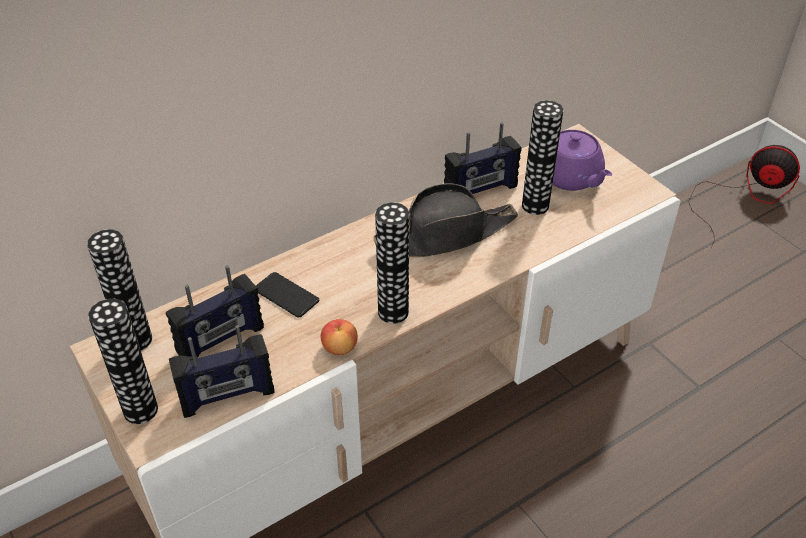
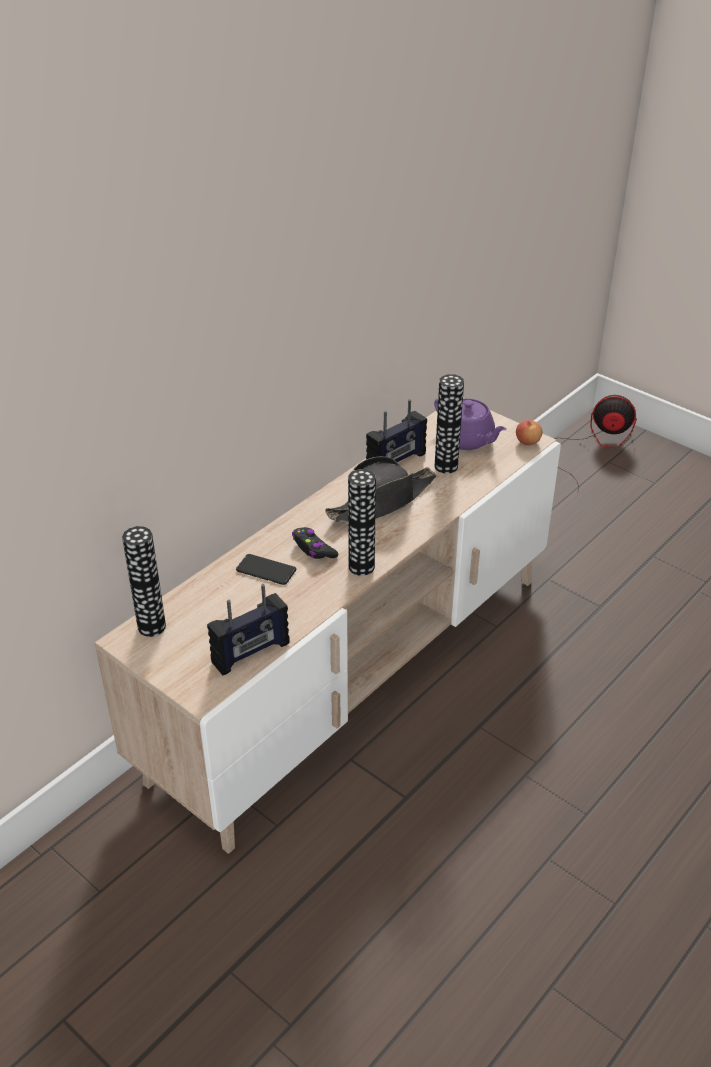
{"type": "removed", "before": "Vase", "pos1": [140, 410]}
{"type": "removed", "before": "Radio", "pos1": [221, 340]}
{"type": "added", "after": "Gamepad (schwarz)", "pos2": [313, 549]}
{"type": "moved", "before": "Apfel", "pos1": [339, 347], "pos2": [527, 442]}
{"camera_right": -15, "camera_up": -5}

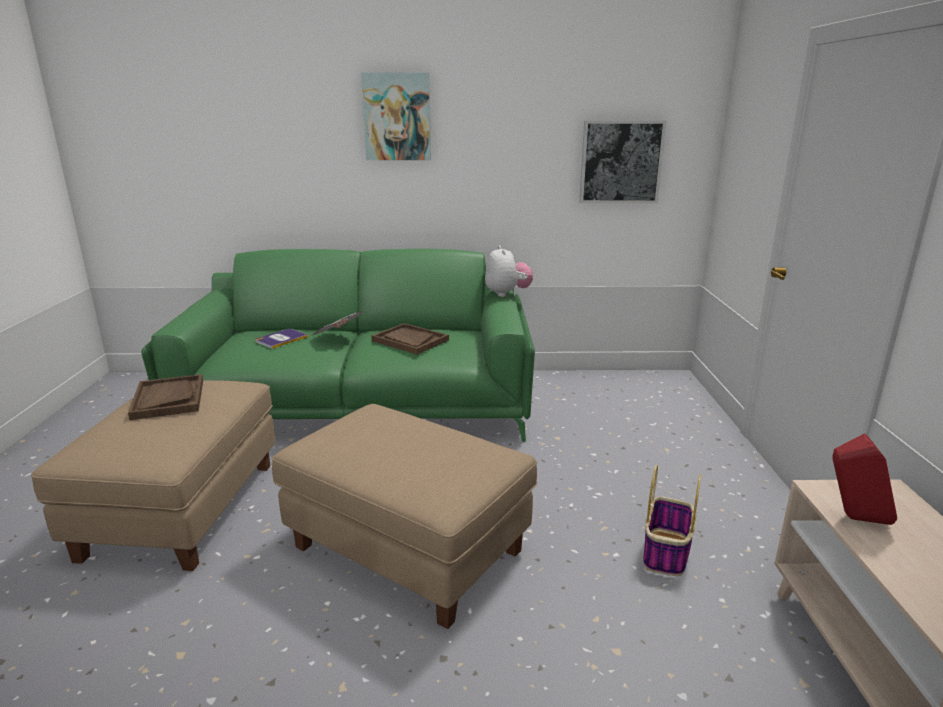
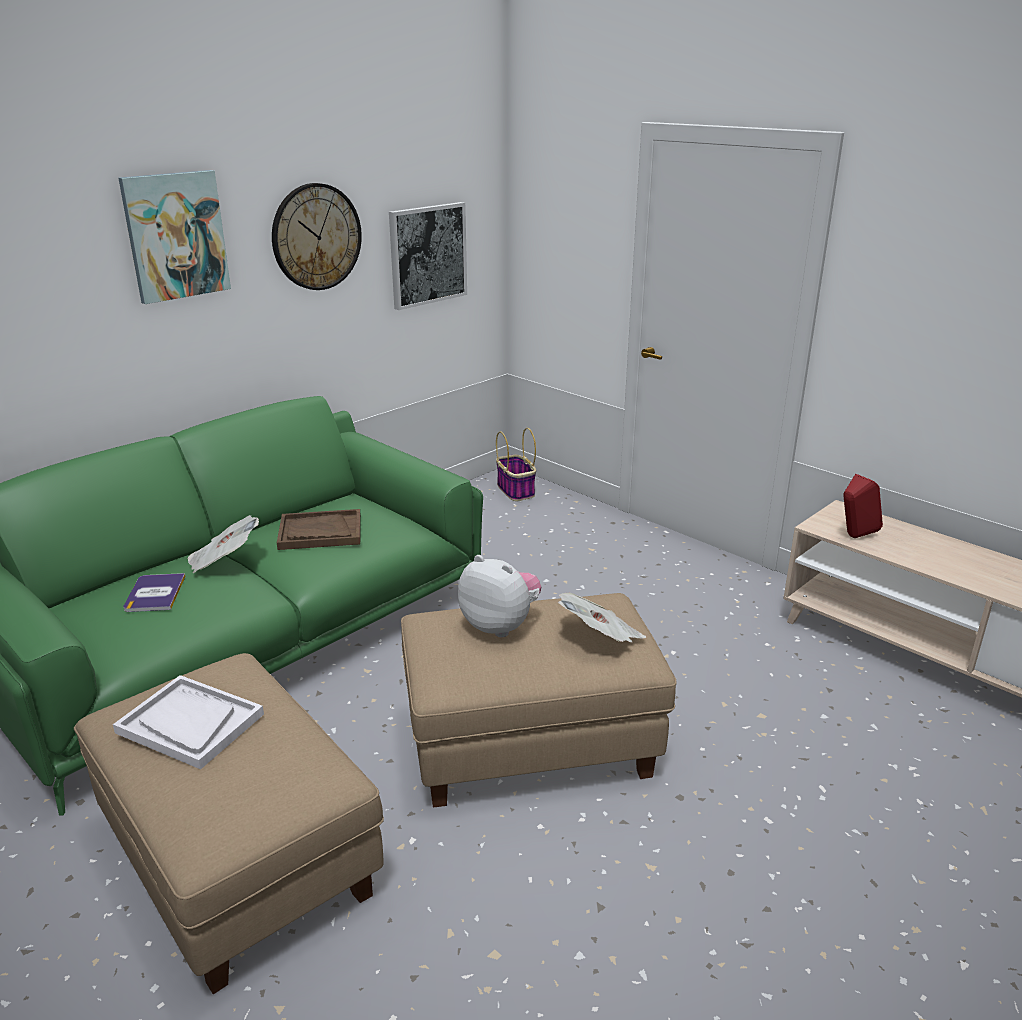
{"type": "added", "after": "Wanduhr", "pos2": [316, 237]}
{"type": "added", "after": "Zeitung", "pos2": [601, 638]}
{"type": "moved", "before": "Plüschtier", "pos1": [507, 294], "pos2": [500, 625]}
{"type": "moved", "before": "Korb", "pos1": [666, 553], "pos2": [516, 490]}
{"type": "recoloured", "before": "Tablett (braun)", "after": "Tablett (weiß)", "pos1": [168, 399], "pos2": [190, 723]}
{"camera_right": -45, "camera_up": 5}

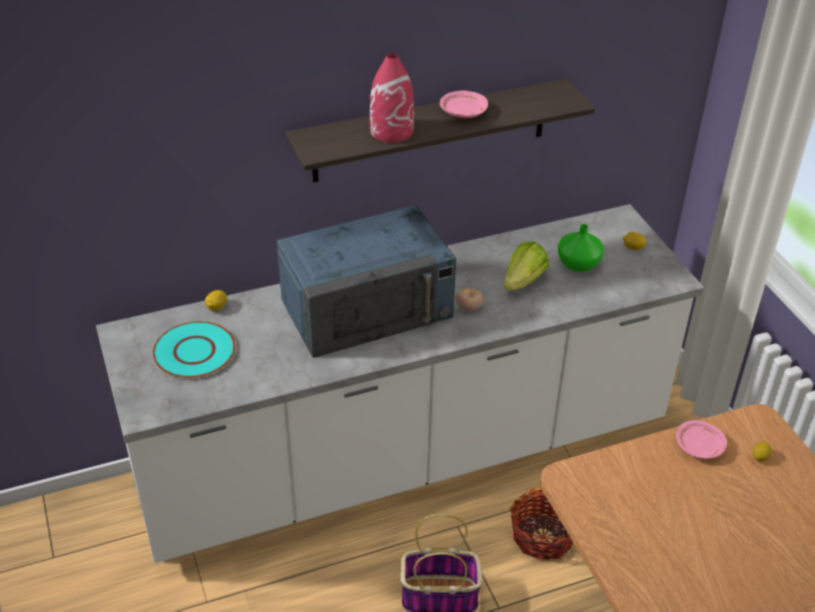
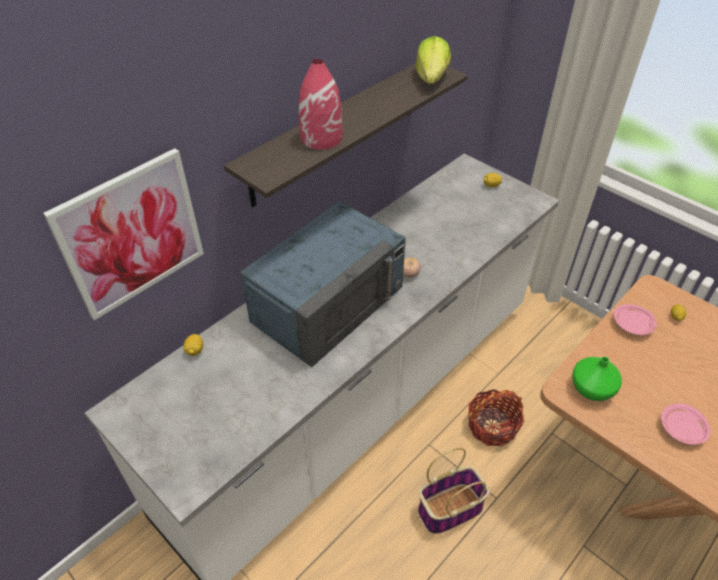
{"type": "removed", "before": "Teller (türkis)", "pos1": [194, 351]}
{"type": "added", "after": "Bild", "pos2": [131, 234]}
{"type": "moved", "before": "Teller (rosa)", "pos1": [463, 112], "pos2": [681, 429]}
{"type": "moved", "before": "Salatkopf", "pos1": [523, 281], "pos2": [431, 78]}
{"type": "moved", "before": "Vase (grün)", "pos1": [578, 264], "pos2": [591, 389]}
{"camera_right": -25, "camera_up": 5}

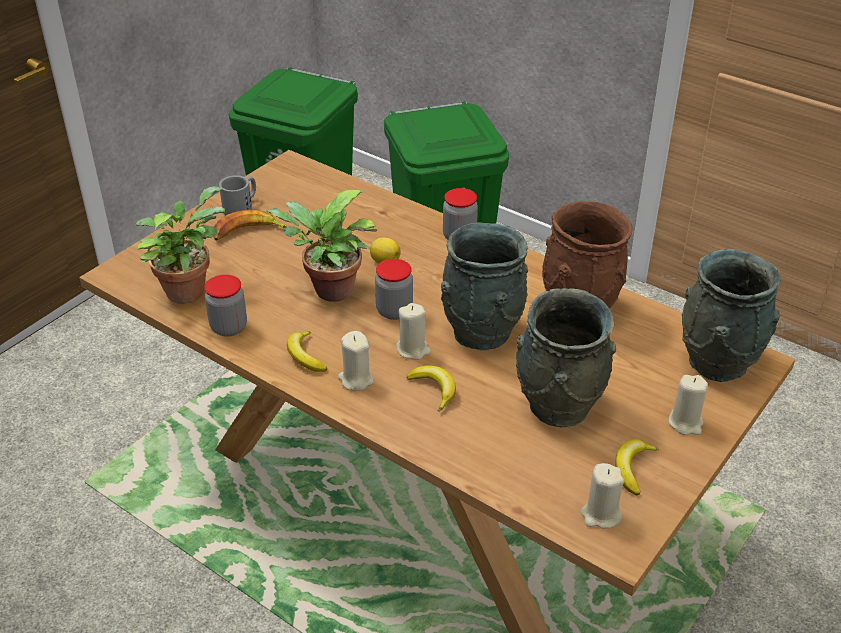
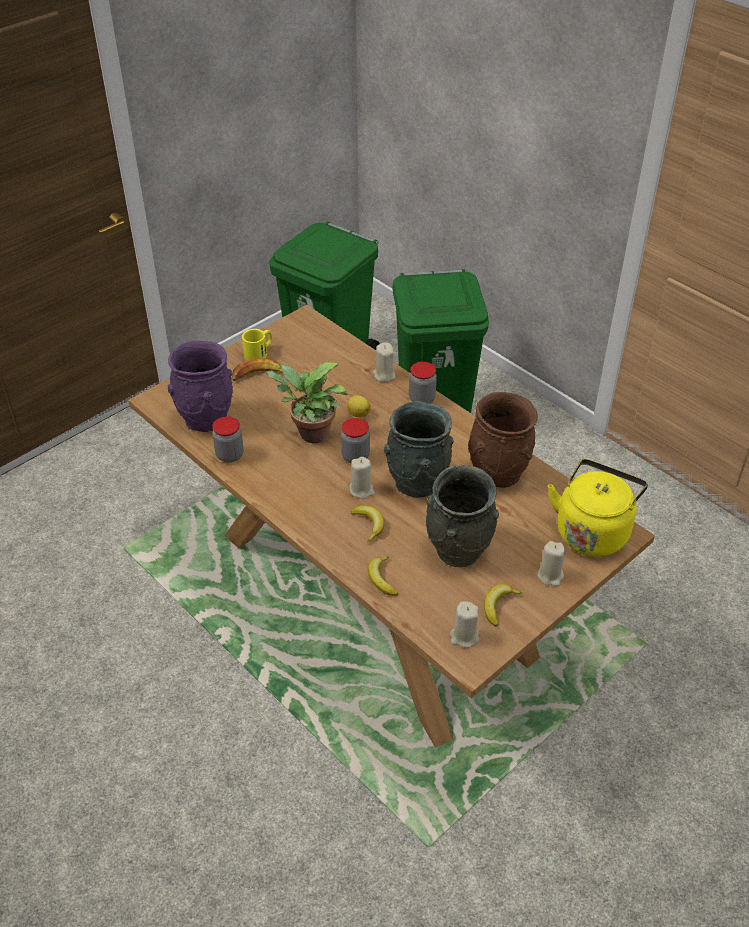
{"type": "moved", "before": "Banane", "pos1": [305, 356], "pos2": [381, 579]}
{"type": "moved", "before": "Kerze (beige)", "pos1": [356, 380], "pos2": [384, 375]}
{"type": "replaced", "before": "Topfpflanze", "after": "Vase (lila)", "pos1": [188, 289], "pos2": [205, 419]}
{"type": "replaced", "before": "Vase (grau)", "after": "Wasserkessel (gelb)", "pos1": [719, 363], "pos2": [592, 531]}
{"type": "recoloured", "before": "Henkelbecher (grau)", "after": "Henkelbecher (gelb)", "pos1": [242, 206], "pos2": [259, 353]}
{"camera_right": 10, "camera_up": 5}

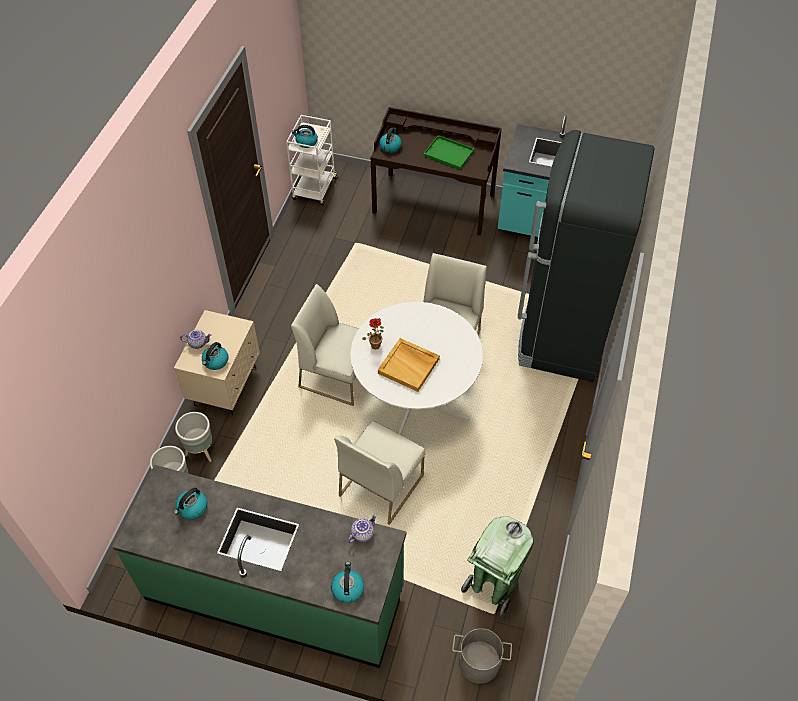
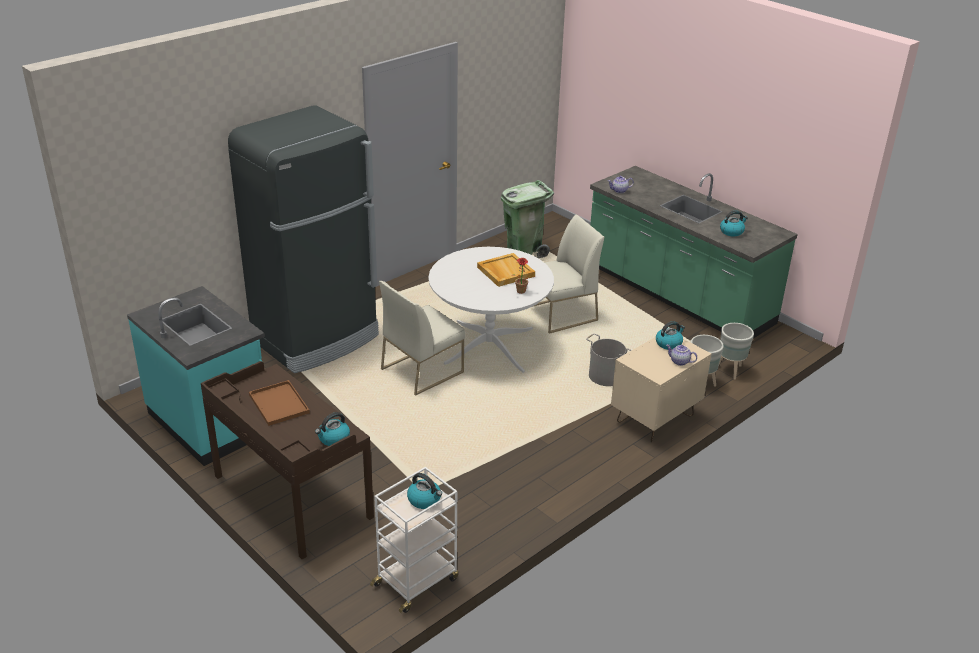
{"type": "removed", "before": "Stuhl (weiß)", "pos1": [338, 375]}
{"type": "removed", "before": "Wasserkessel", "pos1": [347, 588]}
{"type": "moved", "before": "Eimer (grau)", "pos1": [479, 662], "pos2": [605, 376]}
{"type": "recoloured", "before": "Tablett (grün)", "after": "Tablett (braun)", "pos1": [447, 153], "pos2": [280, 404]}
{"camera_right": -150, "camera_up": -20}

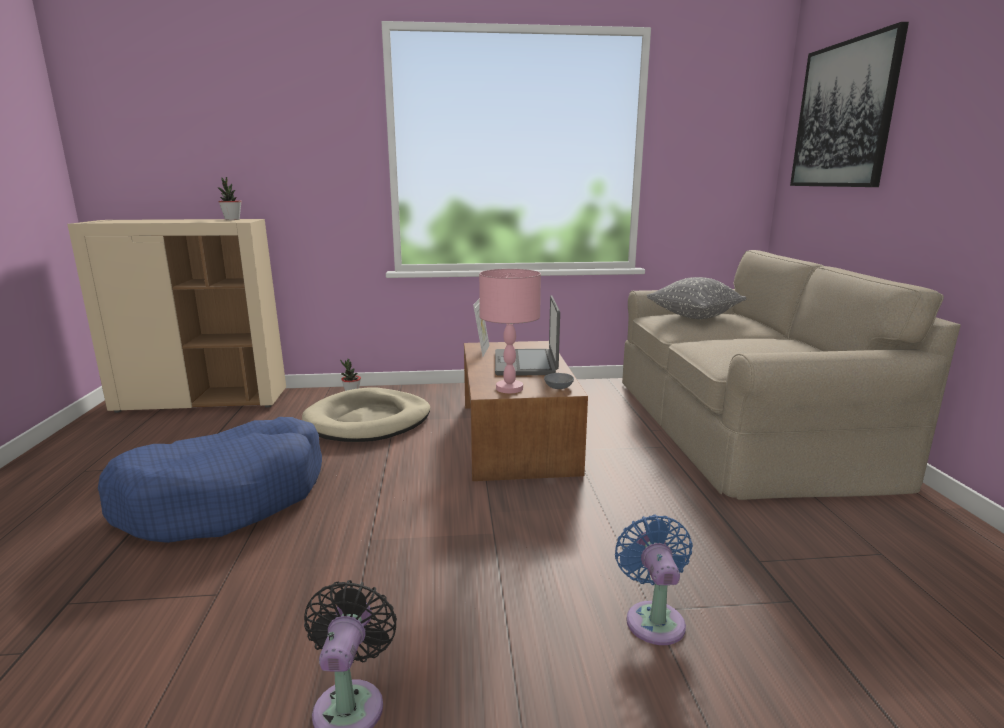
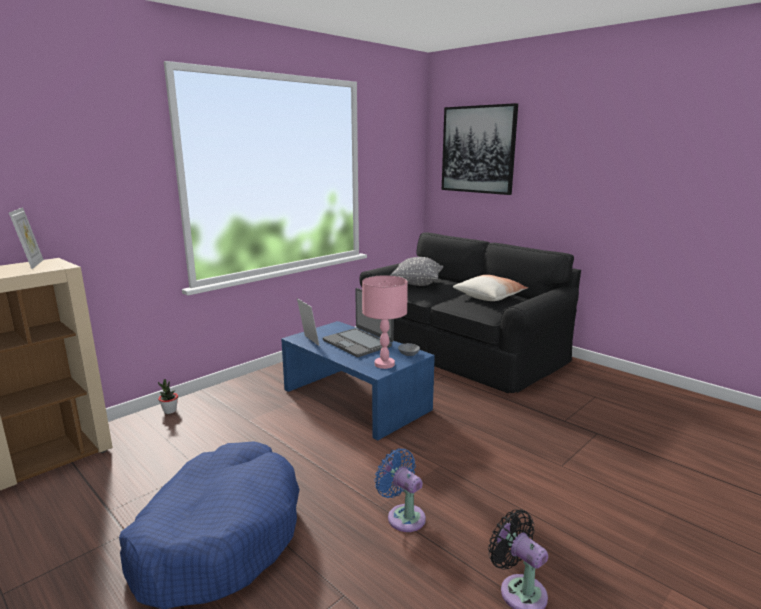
{"type": "removed", "before": "Hundebett (beige)", "pos1": [368, 420]}
{"type": "added", "after": "Kissen", "pos2": [489, 297]}
{"type": "moved", "before": "Ventilator (blau)", "pos1": [653, 618], "pos2": [403, 516]}
{"type": "replaced", "before": "Topfpflanze", "after": "Bilderrahmen", "pos1": [232, 219], "pos2": [32, 264]}
{"type": "recoloured", "before": "Couchtisch (braun)", "after": "Couchtisch (blau)", "pos1": [517, 436], "pos2": [356, 399]}
{"type": "recoloured", "before": "Sofa (beige)", "after": "Sofa (schwarz)", "pos1": [740, 426], "pos2": [461, 349]}
{"camera_right": -40, "camera_up": 0}

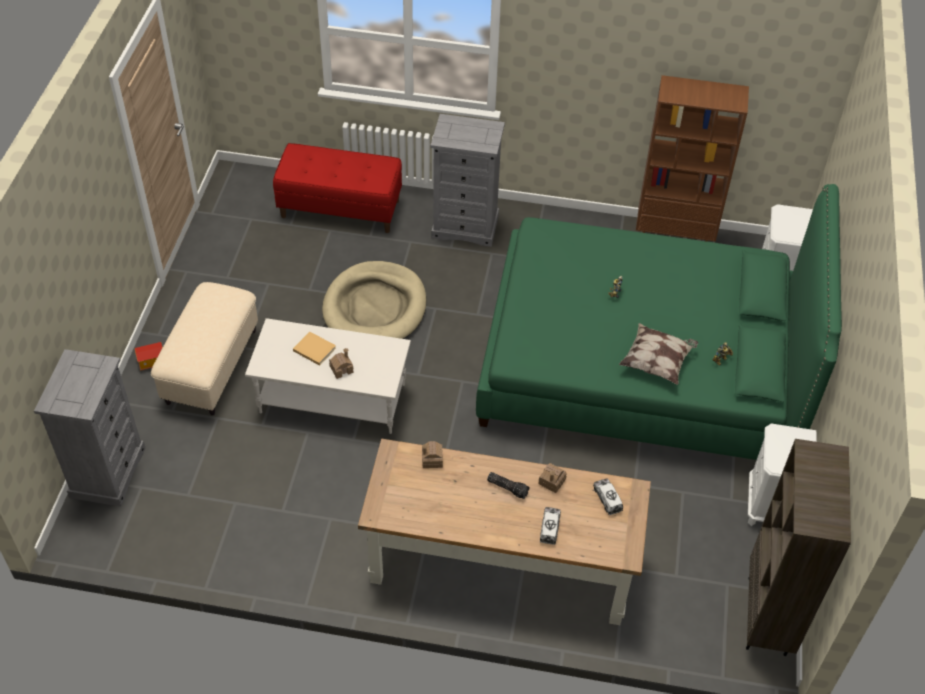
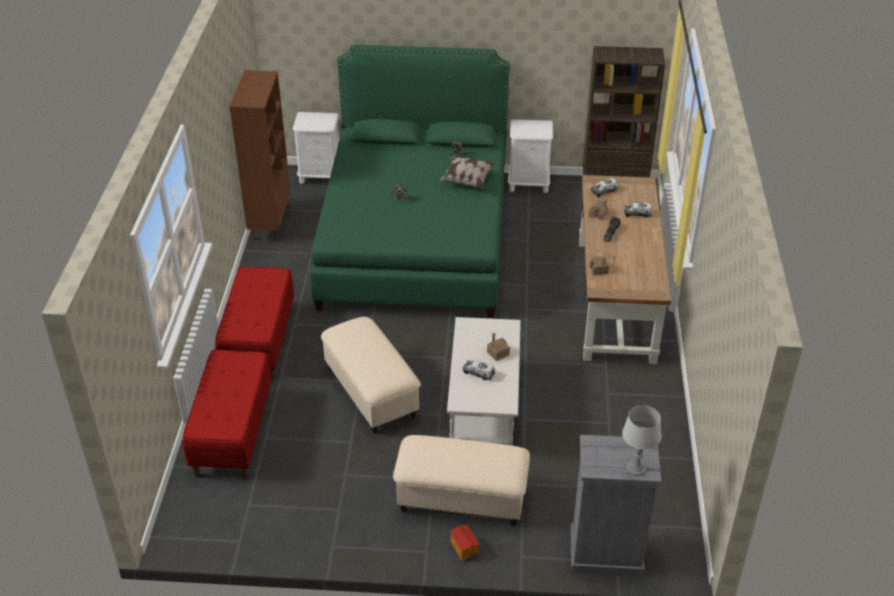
{"type": "added", "after": "Tischlampe (grau)", "pos2": [636, 468]}
{"type": "replaced", "before": "Buch (beige)", "after": "Spielzeuglaster", "pos1": [313, 349], "pos2": [478, 373]}
{"type": "replaced", "before": "Hundebett (beige)", "after": "Polsterhocker (beige)", "pos1": [375, 307], "pos2": [370, 392]}
{"type": "replaced", "before": "Kommode (grau)", "after": "Bank (rot)", "pos1": [465, 226], "pos2": [259, 343]}
{"camera_right": -95, "camera_up": -10}

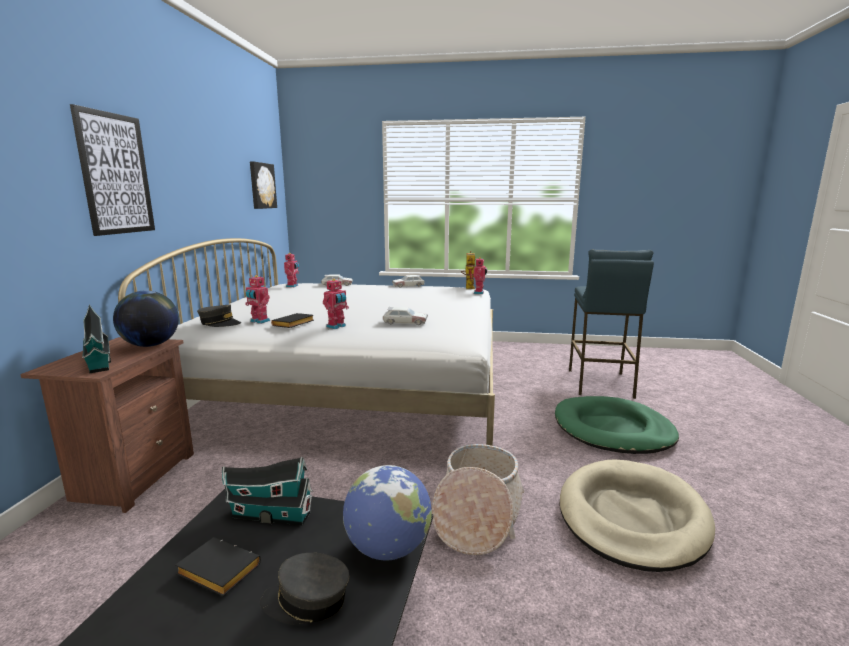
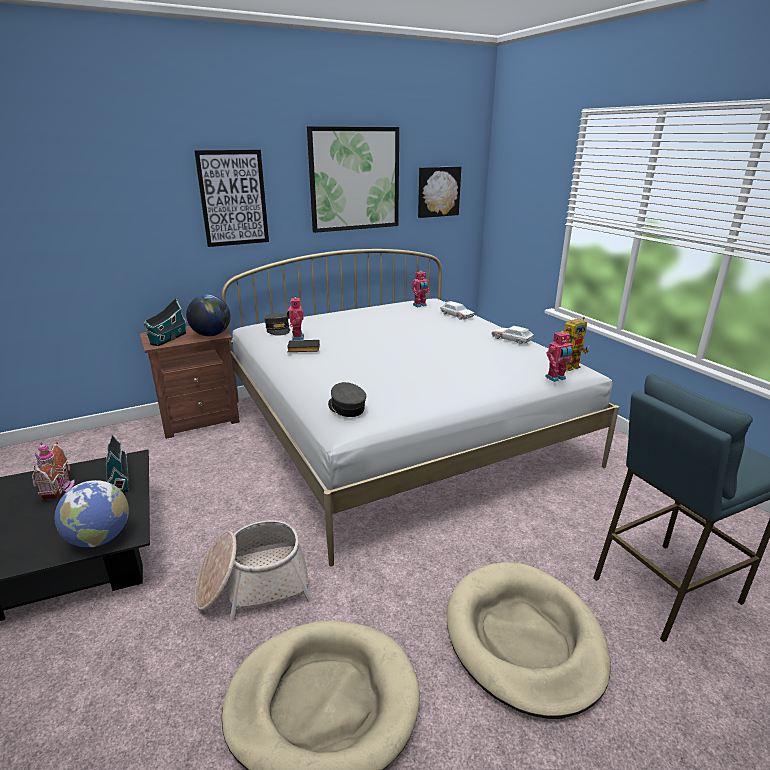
{"type": "removed", "before": "Spielzeugroboter", "pos1": [337, 326]}
{"type": "removed", "before": "Spielzeugauto", "pos1": [404, 322]}
{"type": "added", "after": "Bild", "pos2": [354, 179]}
{"type": "moved", "before": "Kappe (grau)", "pos1": [306, 600], "pos2": [346, 407]}
{"type": "replaced", "before": "Buch (schwarz)", "after": "Spielzeughaus", "pos1": [216, 572], "pos2": [60, 489]}
{"type": "recoloured", "before": "Hundebett (grün)", "after": "Hundebett (beige)", "pos1": [613, 429], "pos2": [523, 639]}
{"camera_right": 55, "camera_up": 10}

